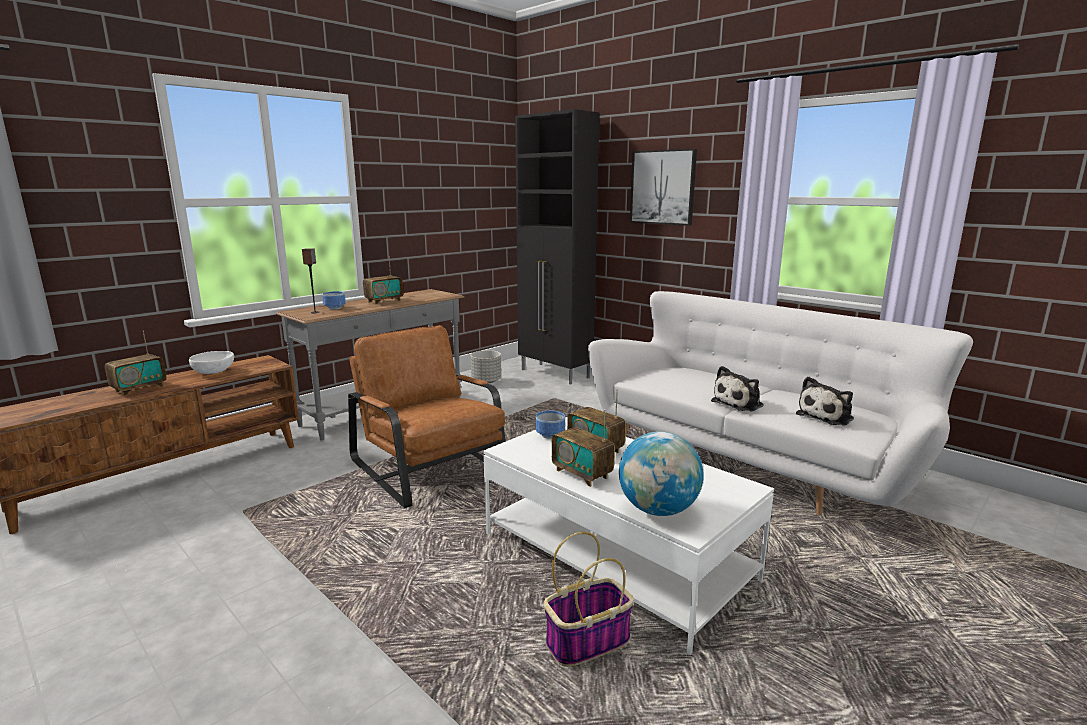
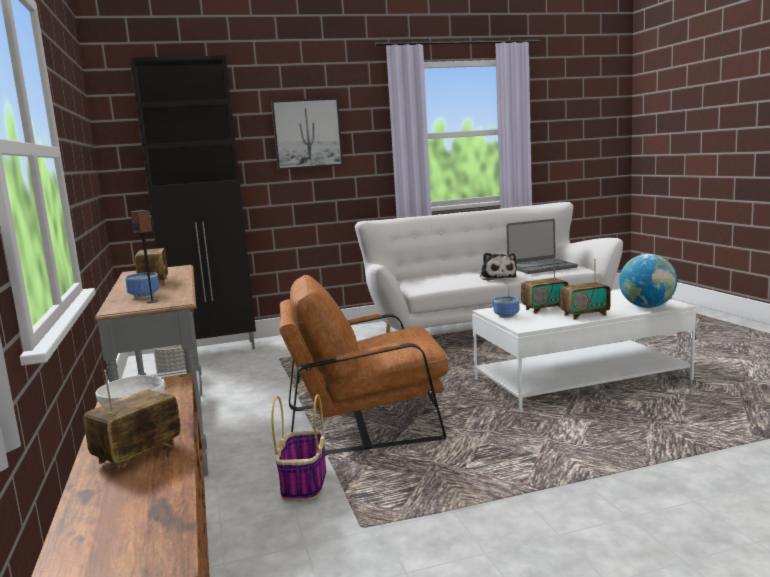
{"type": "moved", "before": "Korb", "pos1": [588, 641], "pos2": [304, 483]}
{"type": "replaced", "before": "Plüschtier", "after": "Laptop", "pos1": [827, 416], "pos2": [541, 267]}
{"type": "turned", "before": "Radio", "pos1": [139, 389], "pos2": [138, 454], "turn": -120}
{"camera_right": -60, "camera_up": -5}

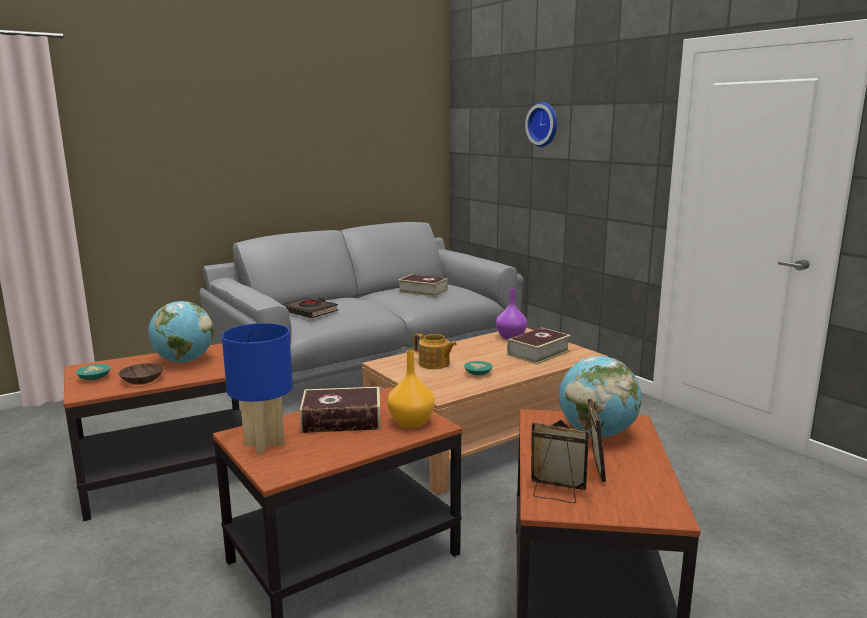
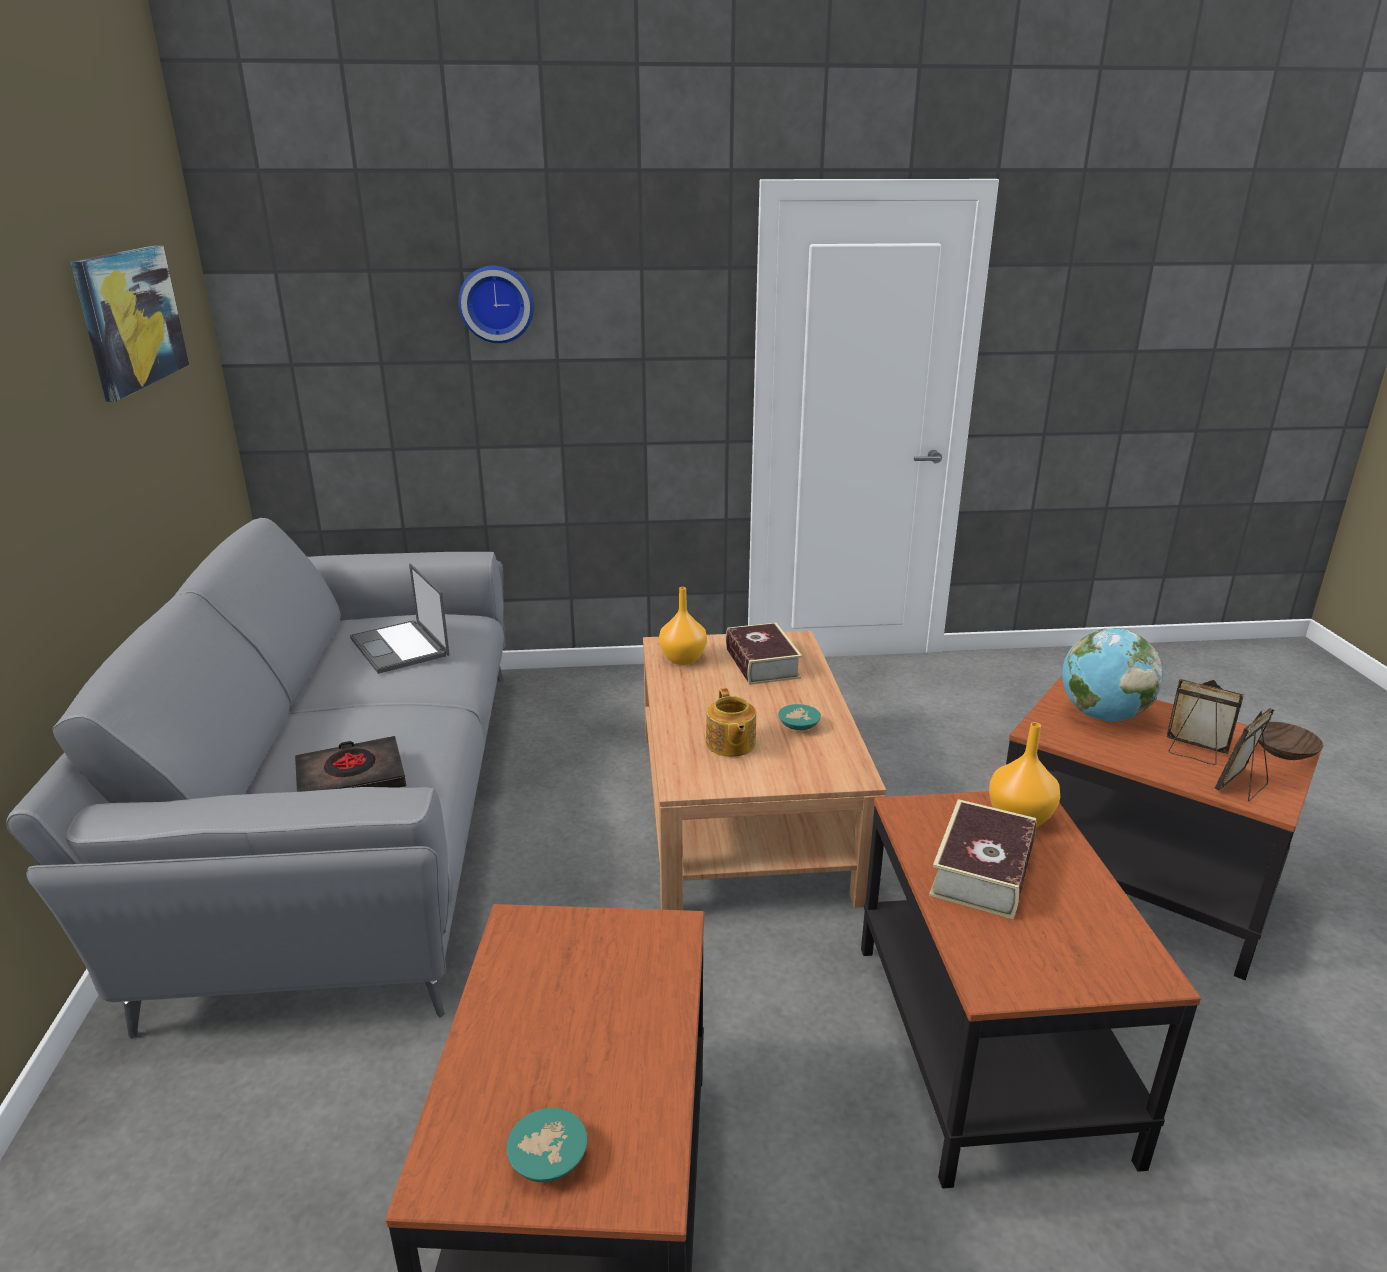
{"type": "removed", "before": "Globus", "pos1": [184, 361]}
{"type": "removed", "before": "Tischlampe (blau)", "pos1": [265, 444]}
{"type": "added", "after": "Bild", "pos2": [131, 319]}
{"type": "moved", "before": "Schüssel (braun)", "pos1": [143, 380], "pos2": [1284, 750]}
{"type": "replaced", "before": "Buch", "after": "Laptop", "pos1": [423, 291], "pos2": [400, 647]}
{"type": "recoloured", "before": "Vase (lila)", "after": "Vase (orange)", "pos1": [511, 337], "pos2": [682, 659]}
{"type": "turned", "before": "Teekanne", "pos1": [434, 364], "pos2": [730, 744], "turn": 105}
{"camera_right": -60, "camera_up": 10}

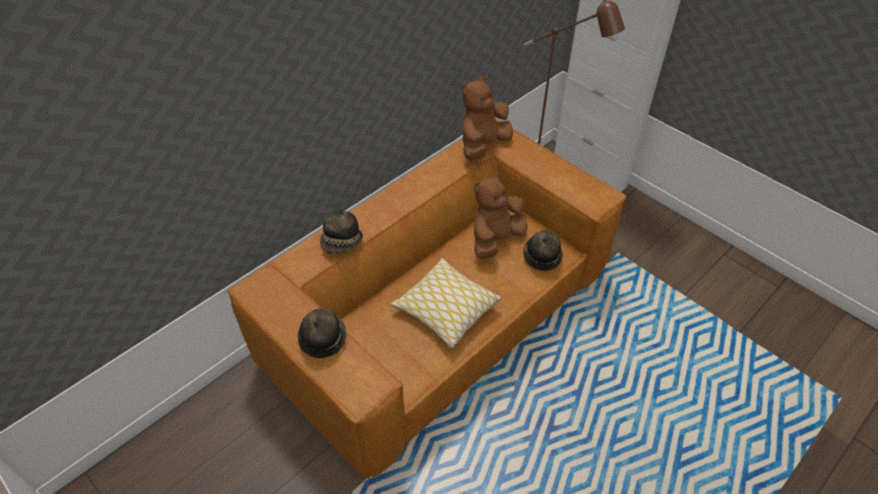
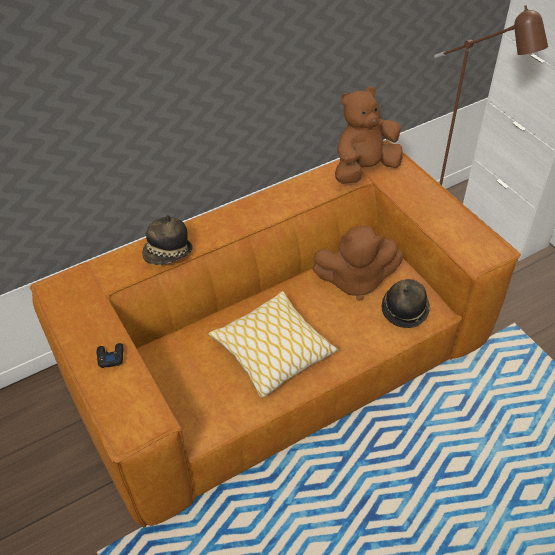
{"type": "replaced", "before": "Hut", "after": "Gamepad (schwarz)", "pos1": [322, 338], "pos2": [110, 357]}
{"type": "turned", "before": "Plüschtier (braun)", "pos1": [495, 239], "pos2": [355, 281], "turn": -150}
{"camera_right": 15, "camera_up": 0}

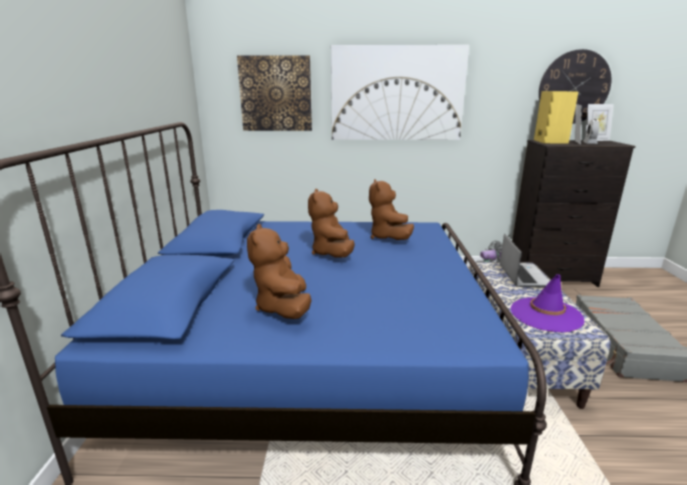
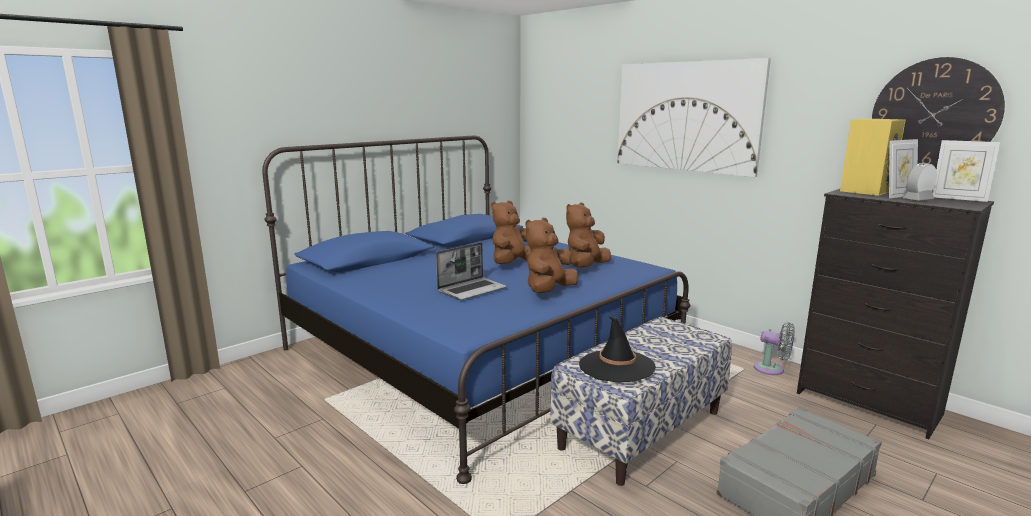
{"type": "removed", "before": "Bild", "pos1": [276, 94]}
{"type": "moved", "before": "Plüschtier (braun)", "pos1": [283, 308], "pos2": [549, 291]}
{"type": "moved", "before": "Laptop", "pos1": [523, 276], "pos2": [472, 290]}
{"type": "recoloured", "before": "Hut (lila)", "after": "Hut (schwarz)", "pos1": [546, 315], "pos2": [616, 366]}
{"camera_right": 45, "camera_up": -5}

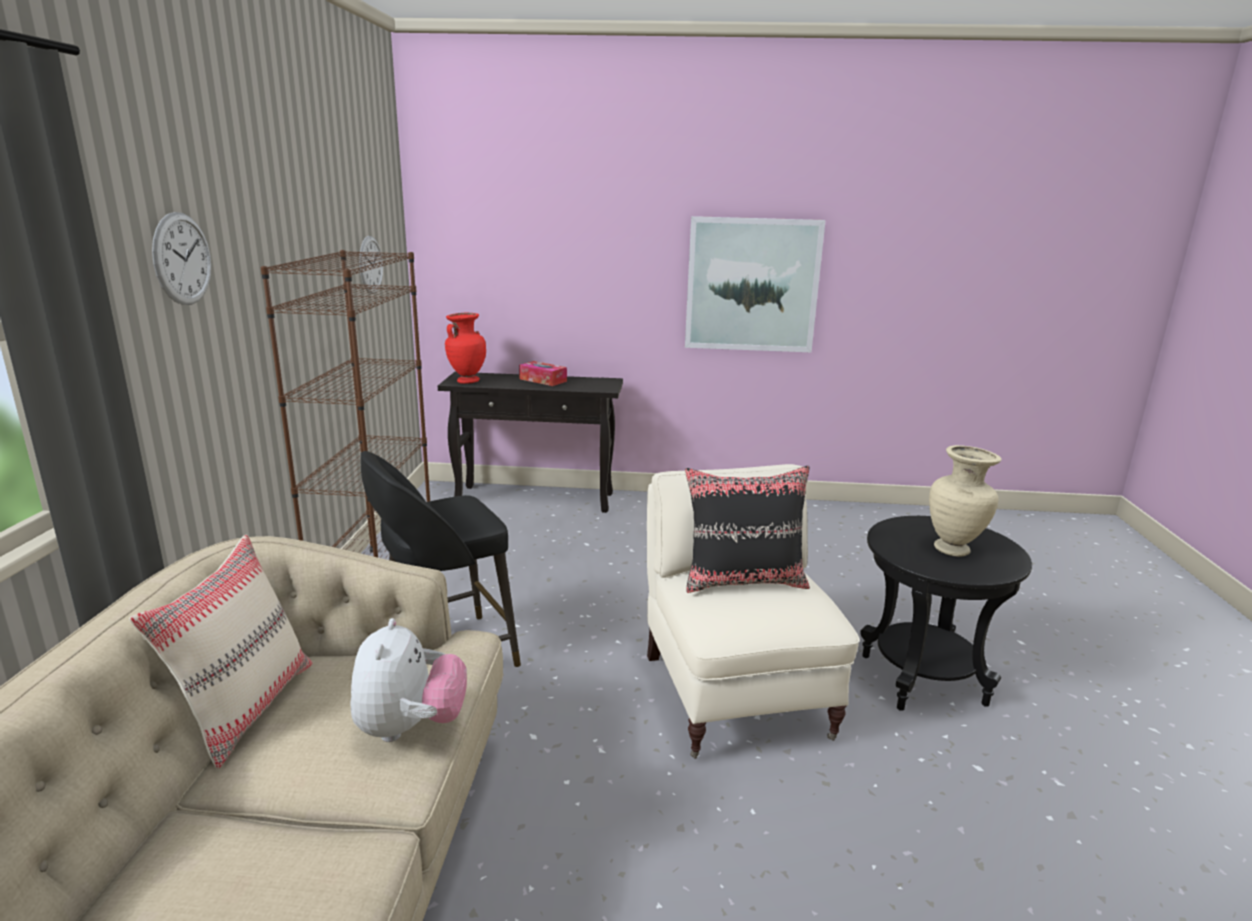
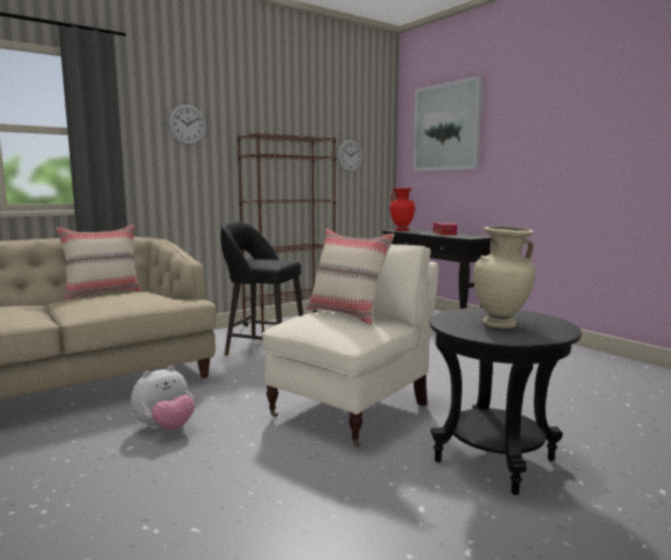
{"type": "moved", "before": "Plüschtier", "pos1": [410, 727], "pos2": [165, 428]}
{"type": "moved", "before": "Bild", "pos1": [752, 285], "pos2": [446, 127]}
{"type": "recoloured", "before": "Kissen (schwarz)", "after": "Kissen (beige)", "pos1": [744, 581], "pos2": [347, 314]}
{"camera_right": 50, "camera_up": -10}

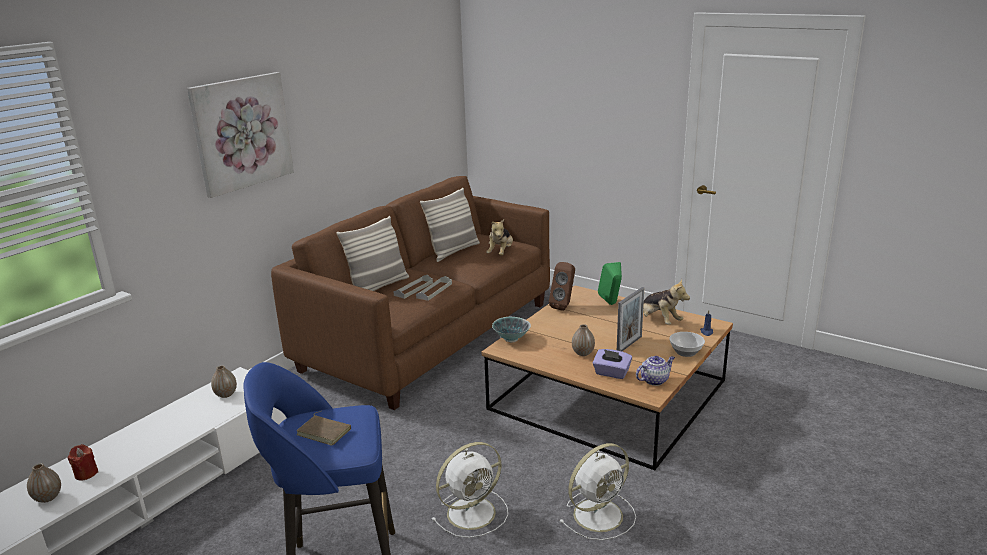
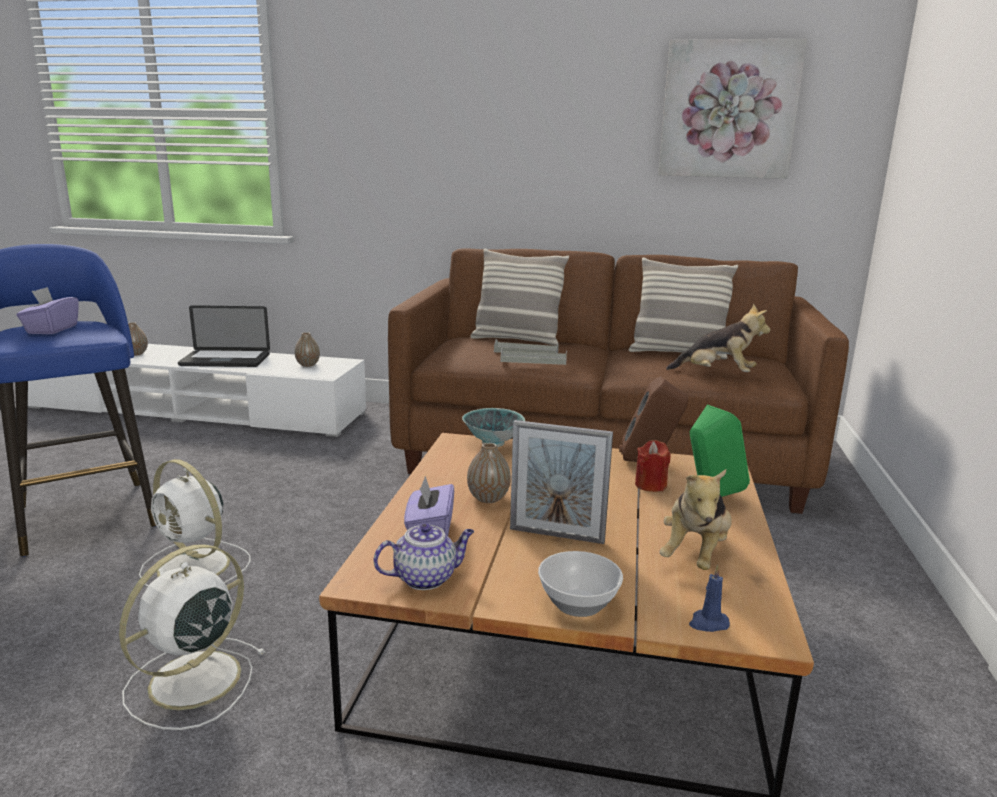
{"type": "added", "after": "Laptop", "pos2": [225, 360]}
{"type": "moved", "before": "Kerze (rot)", "pos1": [86, 473], "pos2": [650, 485]}
{"type": "moved", "before": "Bild", "pos1": [241, 132], "pos2": [728, 110]}
{"type": "replaced", "before": "Buch (braun)", "after": "Taschentuchbox (lila)", "pos1": [325, 431], "pos2": [51, 330]}
{"type": "turned", "before": "Plüschtier", "pos1": [501, 253], "pos2": [716, 374], "turn": -150}
{"type": "turned", "before": "Ventilator (weiß)", "pos1": [600, 514], "pos2": [191, 682], "turn": 90}
{"type": "turned", "before": "Teekanne", "pos1": [654, 380], "pos2": [426, 578], "turn": -60}
{"camera_right": 65, "camera_up": -5}

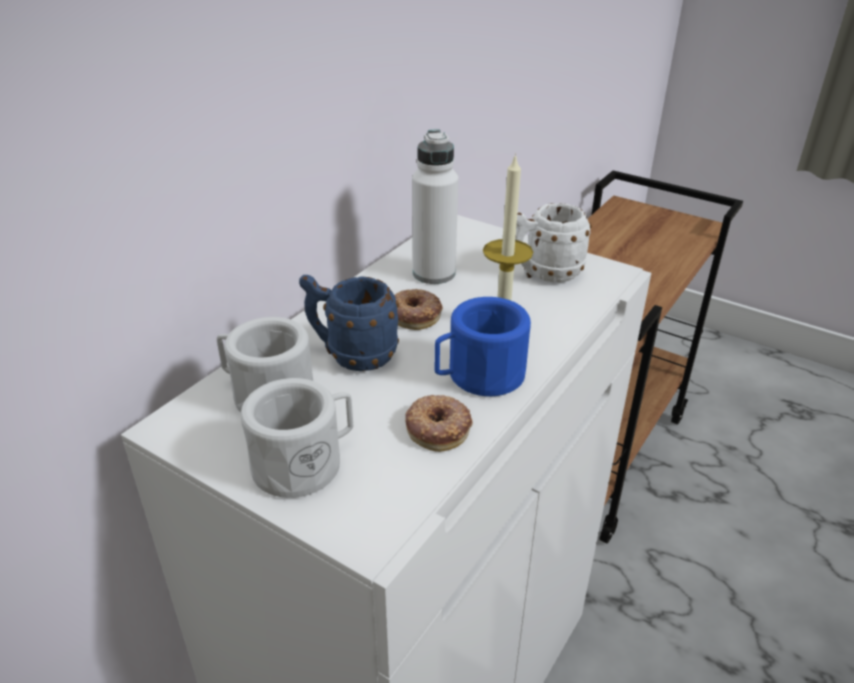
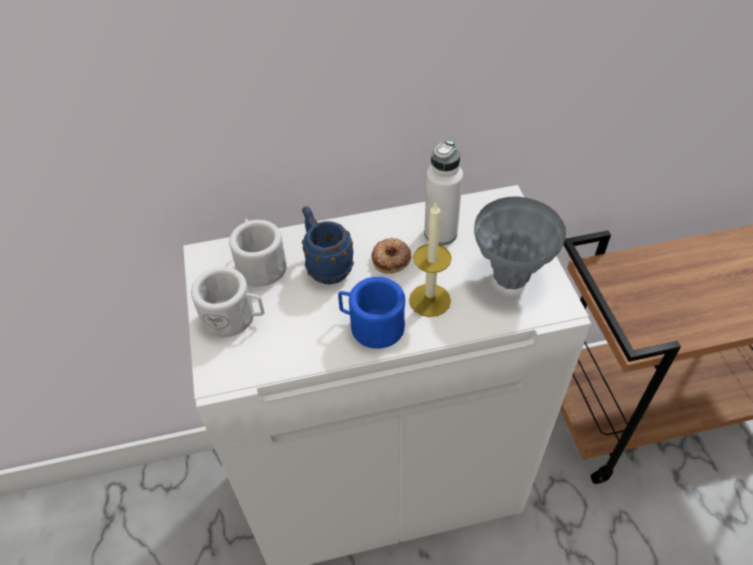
{"type": "removed", "before": "Donut", "pos1": [438, 427]}
{"type": "replaced", "before": "Henkelbecher (weiß)", "after": "Vase (grau)", "pos1": [544, 274], "pos2": [510, 277]}
{"camera_right": 45, "camera_up": 15}

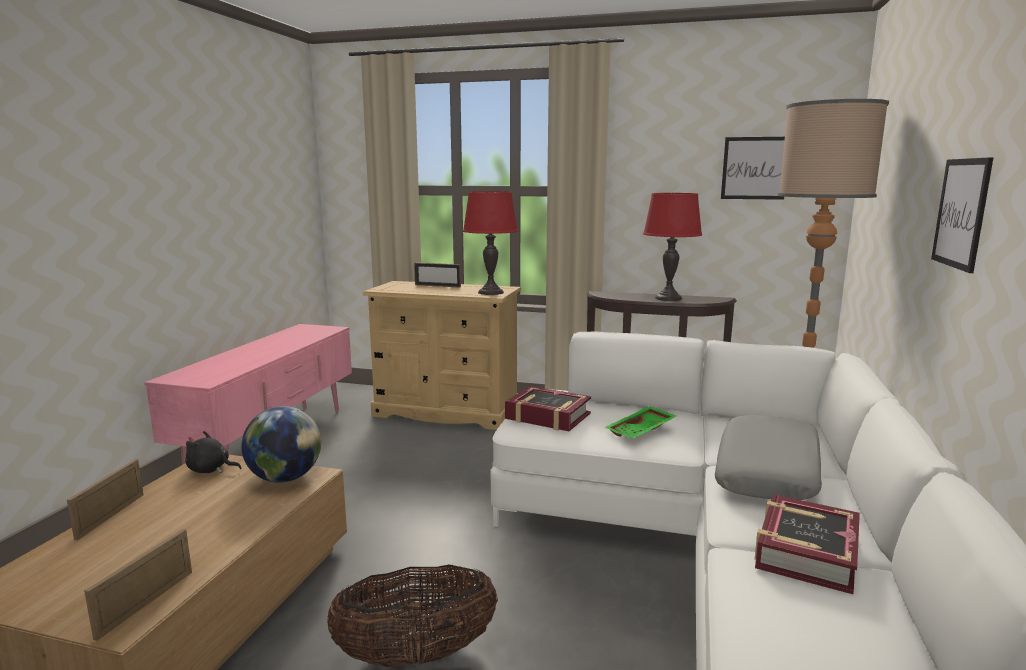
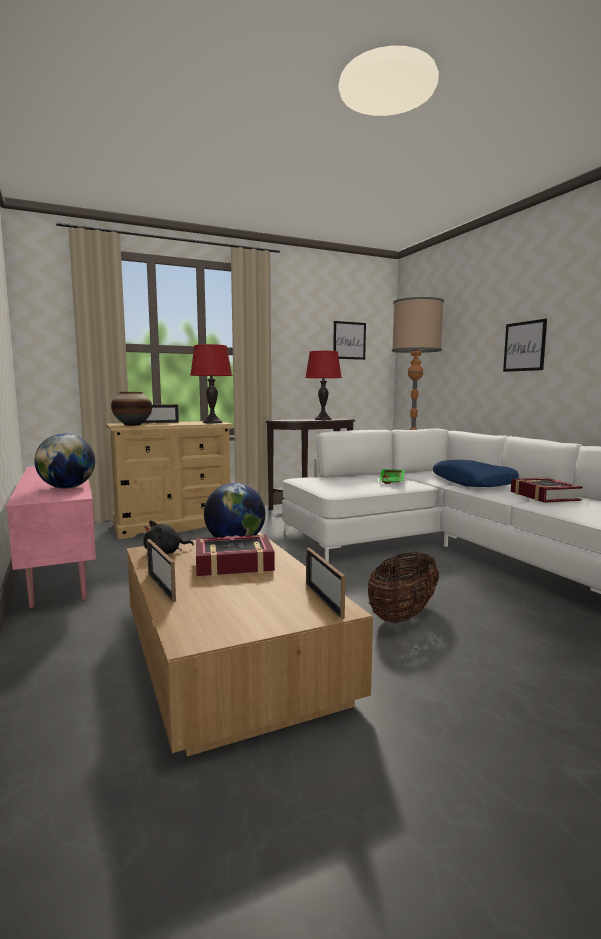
{"type": "added", "after": "Globus", "pos2": [67, 488]}
{"type": "added", "after": "Vase", "pos2": [132, 425]}
{"type": "moved", "before": "Buch", "pos1": [547, 416], "pos2": [234, 564]}
{"type": "recoloured", "before": "Kissen (grau)", "after": "Kissen (blau)", "pos1": [768, 472], "pos2": [473, 483]}
{"camera_right": -40, "camera_up": -5}

